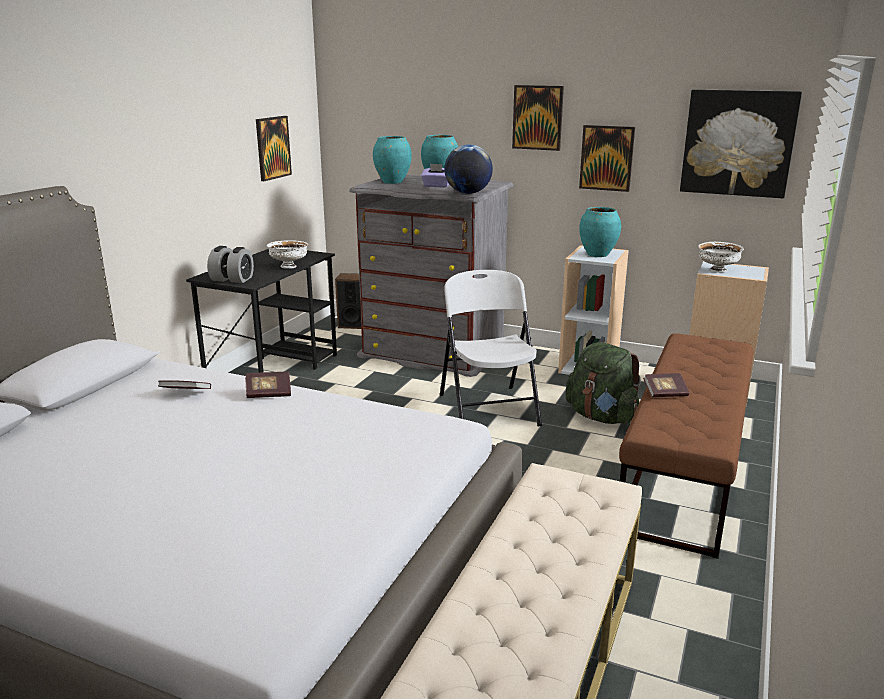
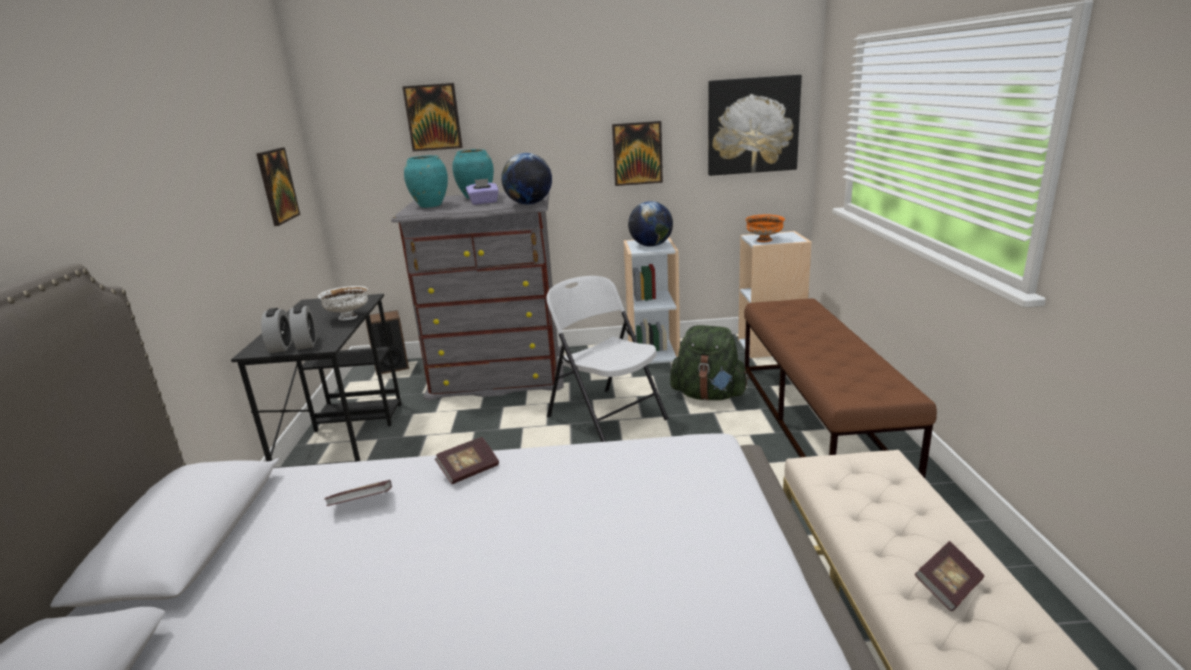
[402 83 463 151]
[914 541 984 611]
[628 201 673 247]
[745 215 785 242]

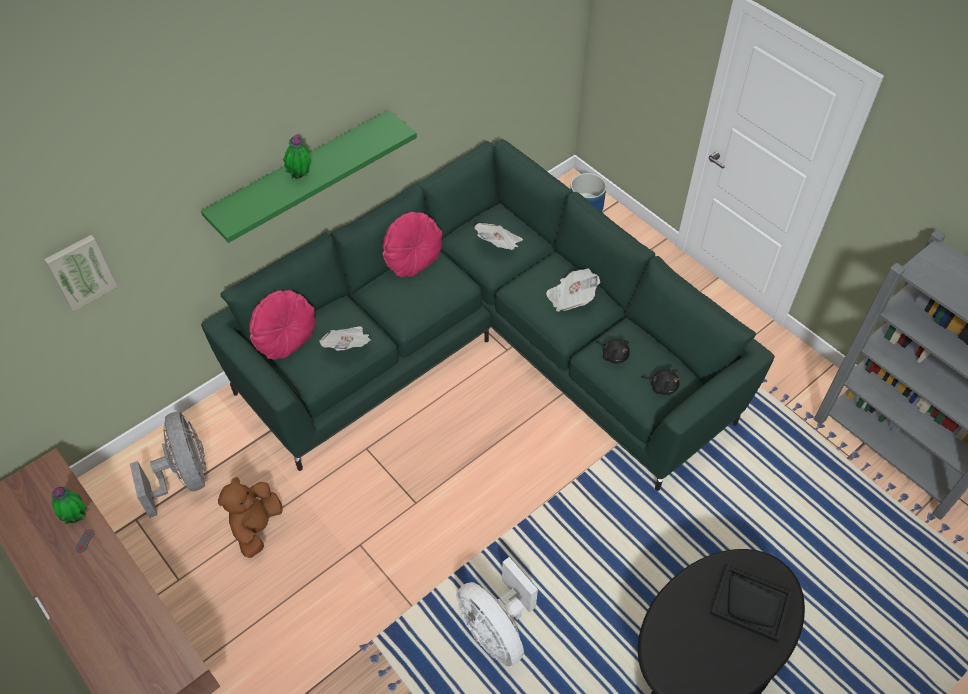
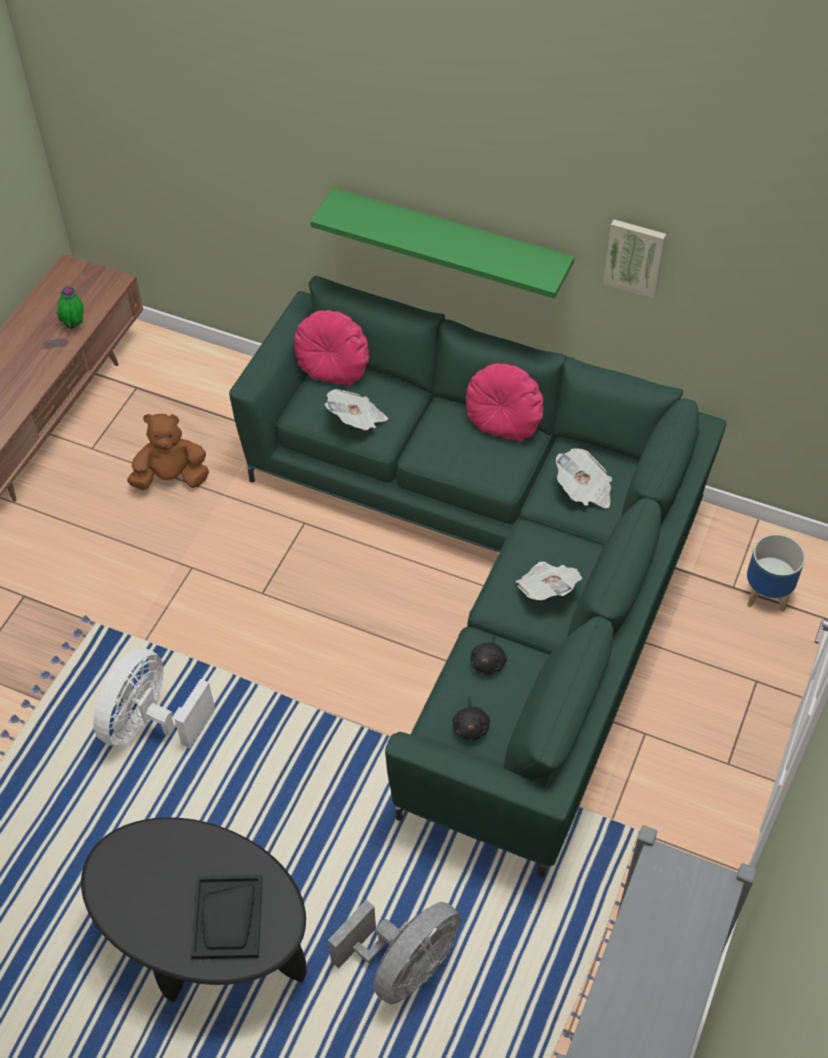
[283 135 311 179] (first image)
[603 219 666 299]
[328 900 461 1005]

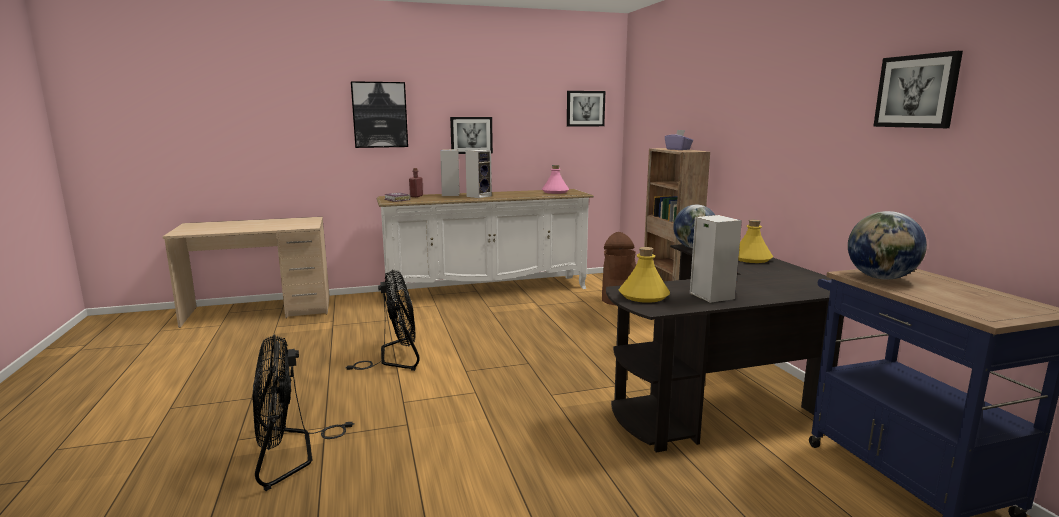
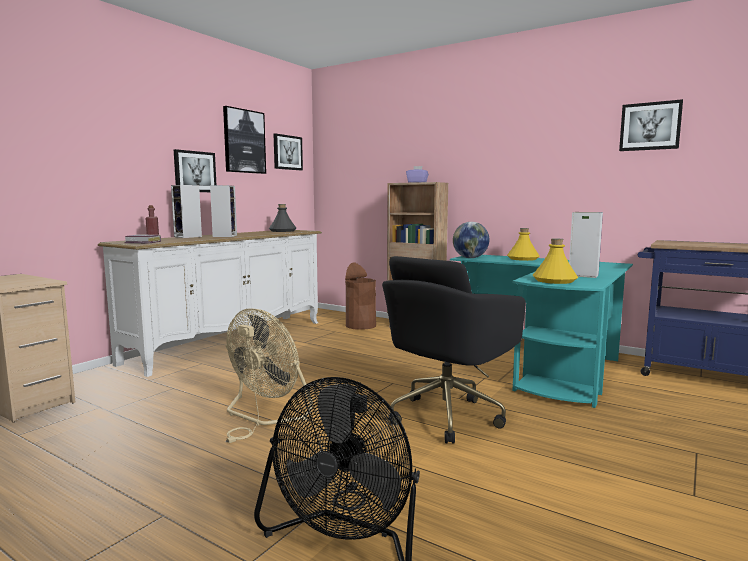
[848 211 927 280] (first image)
[382 256 526 444]
[223 106 266 174]
[225 308 313 443]
[269 204 296 232]
[450 255 633 408]

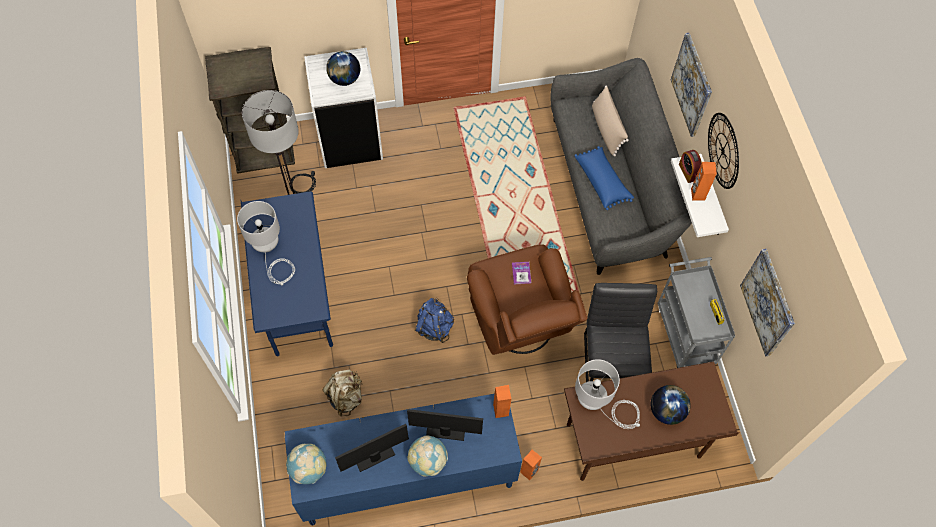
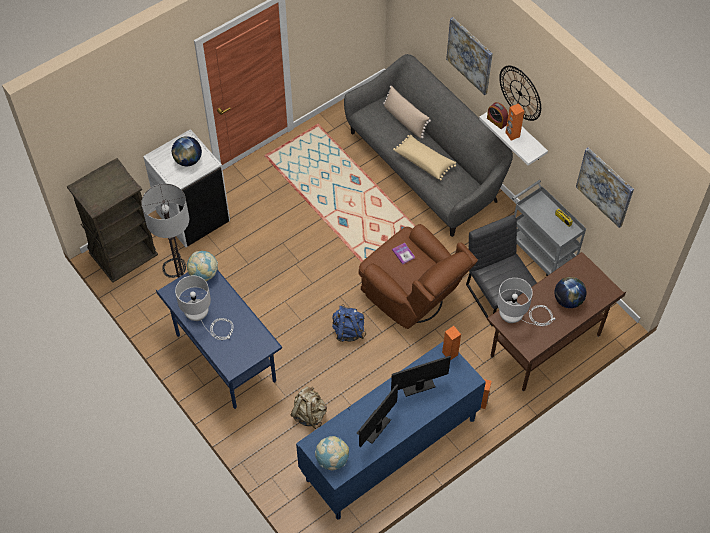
[187 251 218 281]
[393 135 456 181]

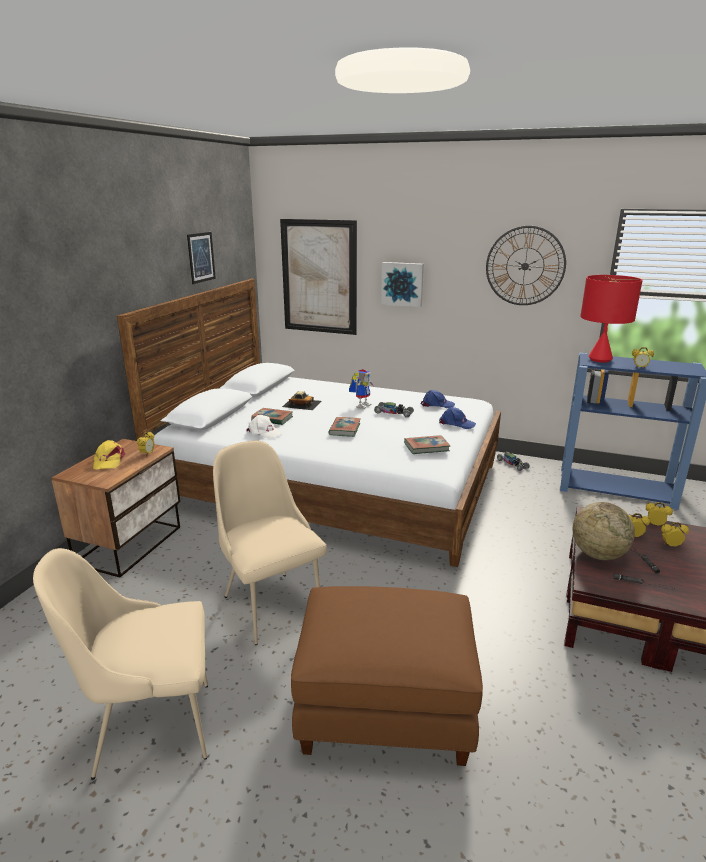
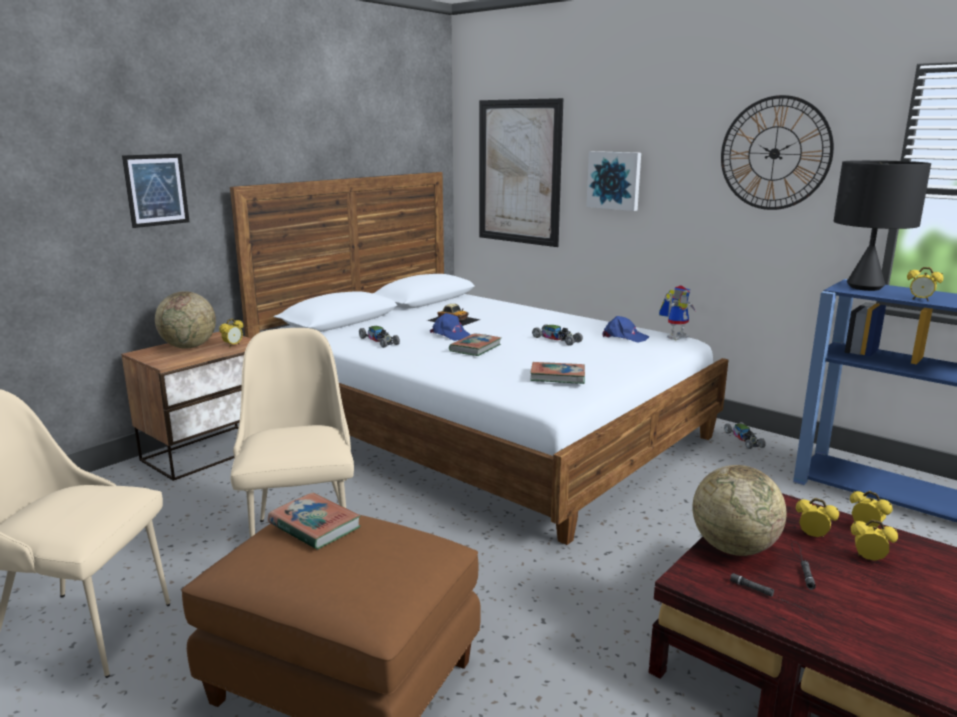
[122 154 190 228]
[268 493 361 550]
[659 285 696 340]
[430 313 471 341]
[155 291 216 349]
[359 325 400 348]
[834 160 931 291]

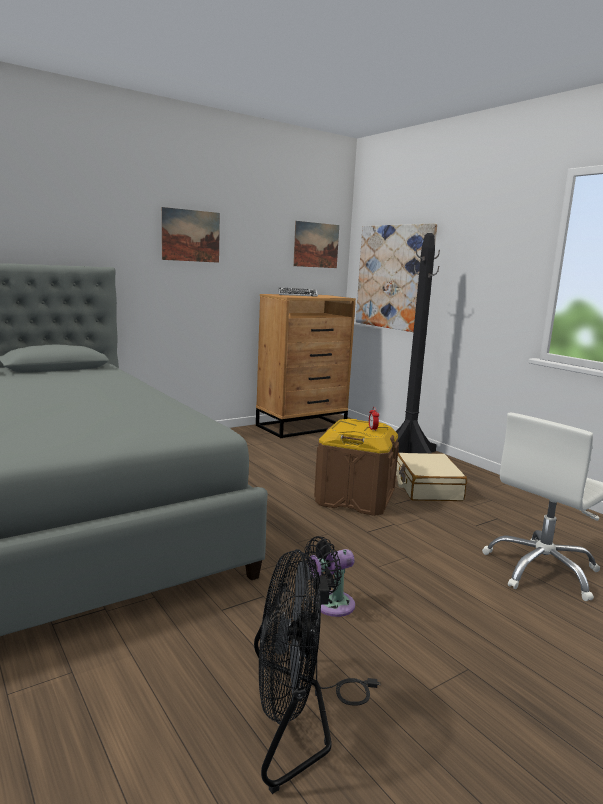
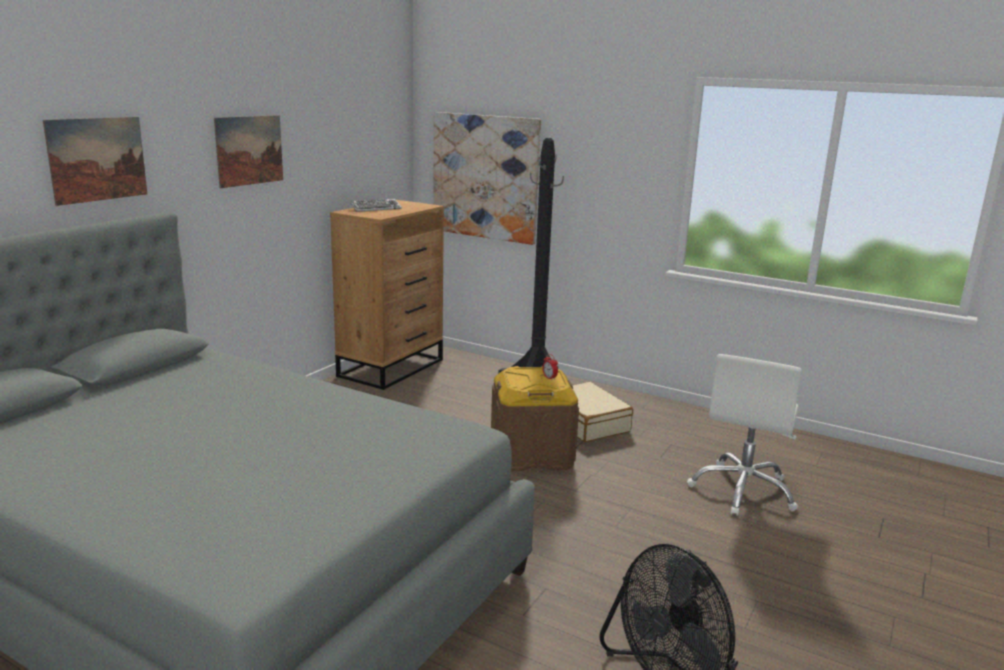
[304 536 355 617] (first image)
[43 117 147 206]

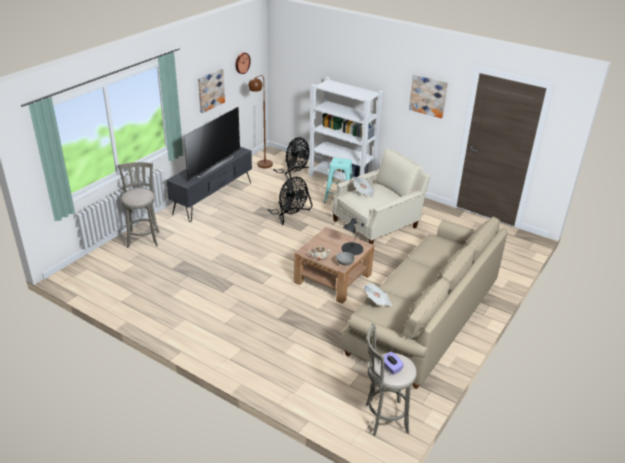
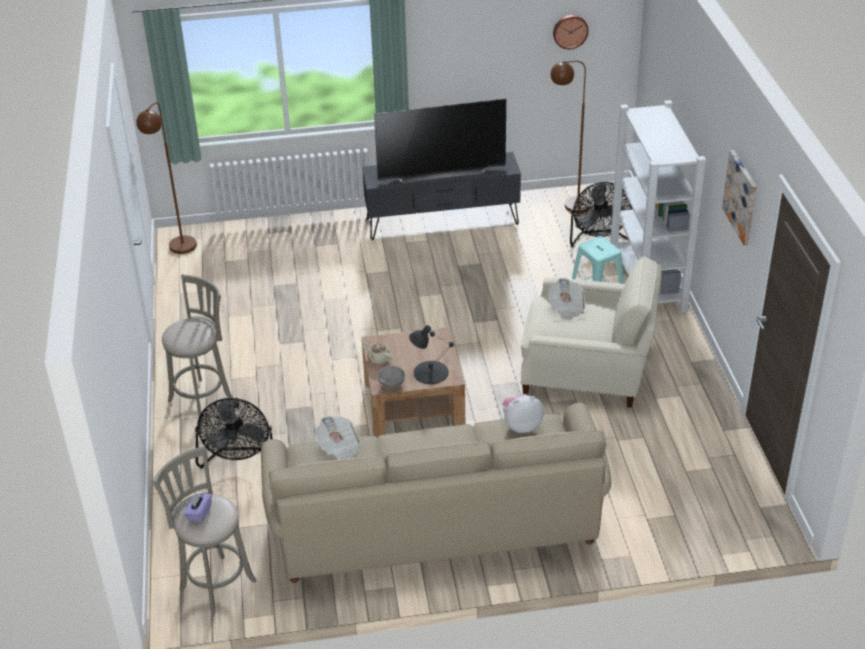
[198 69 225 113] (first image)
[136 102 197 254]
[503 394 544 433]
[162 274 233 423]
[195 397 272 469]

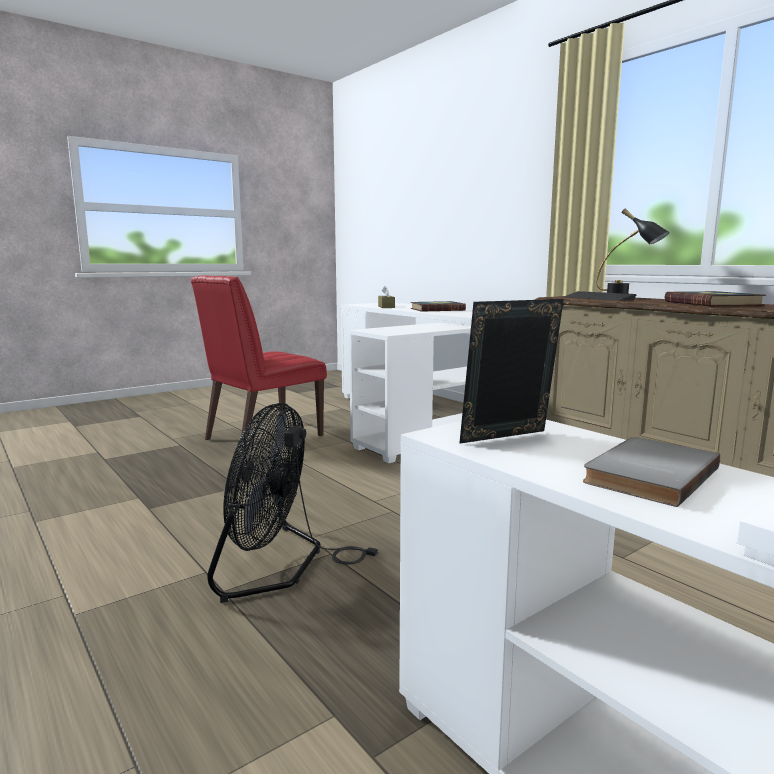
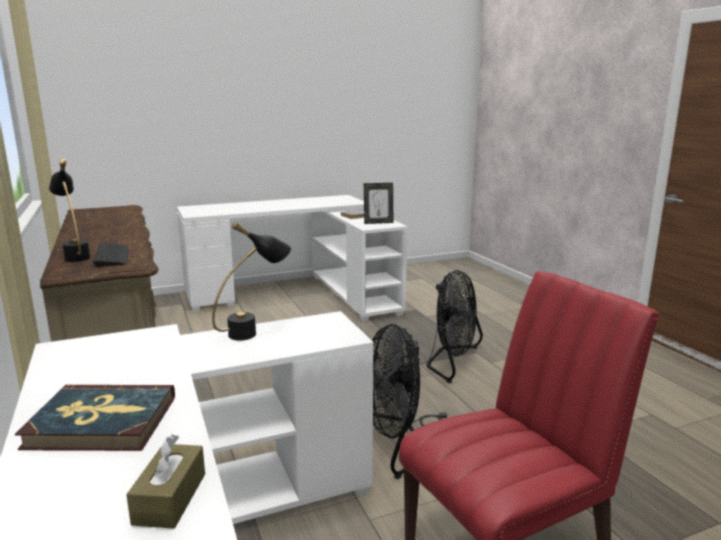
[664 291 766 306] (first image)
[212 222 291 341]
[372 324 449 480]

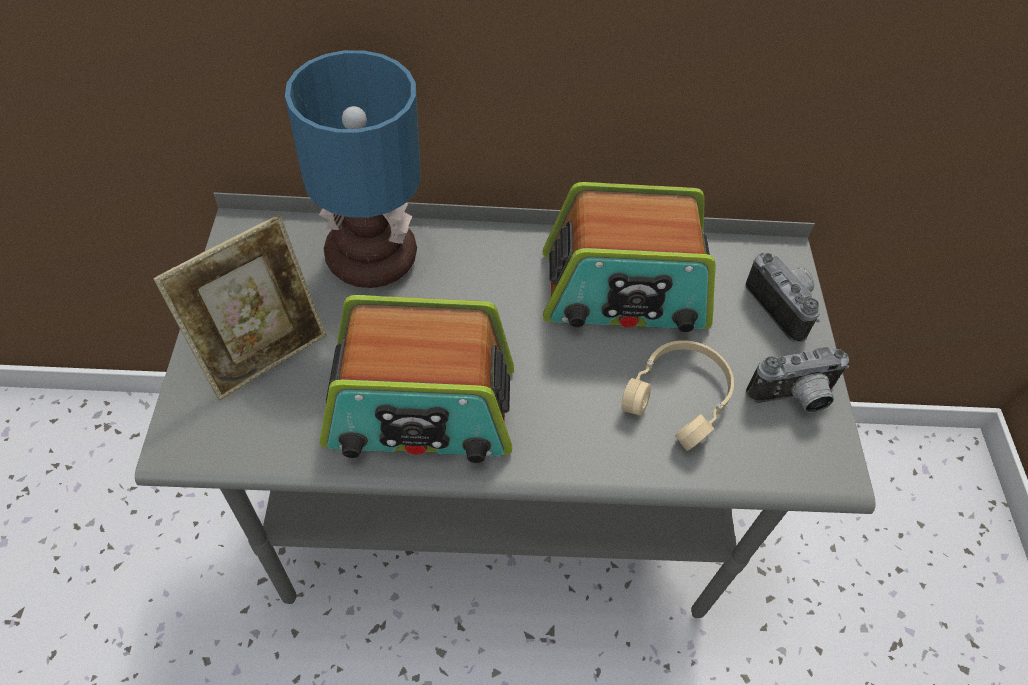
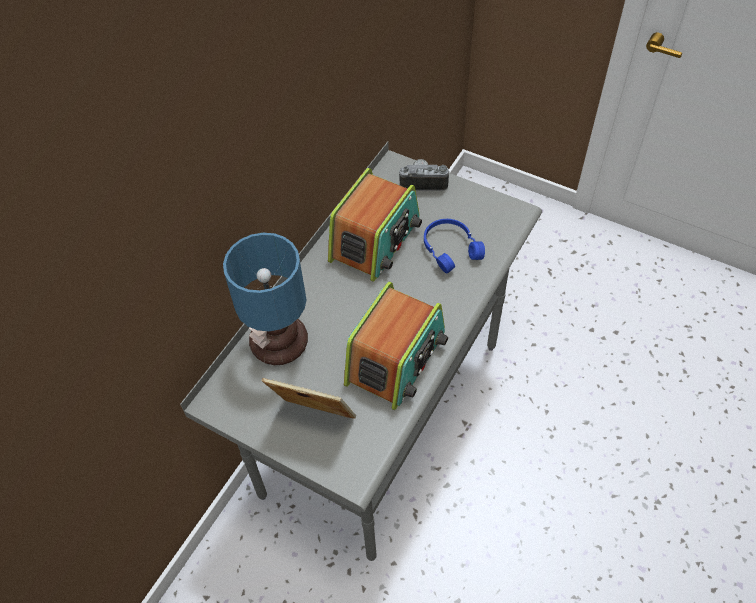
[746 347 849 413] (first image)
[424 219 485 273]
[262 378 356 419]

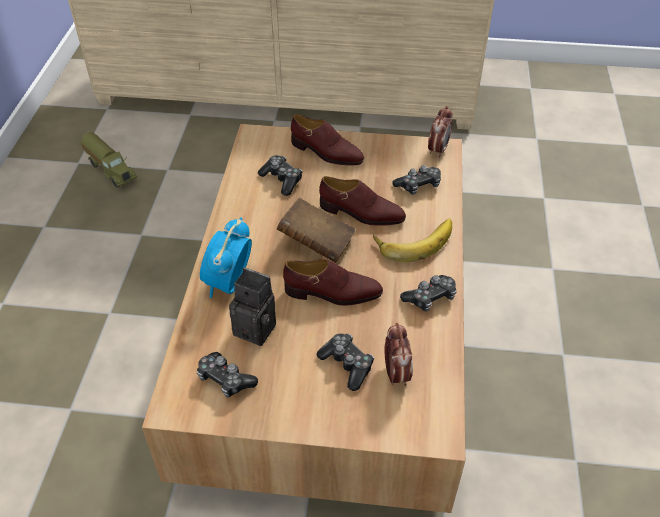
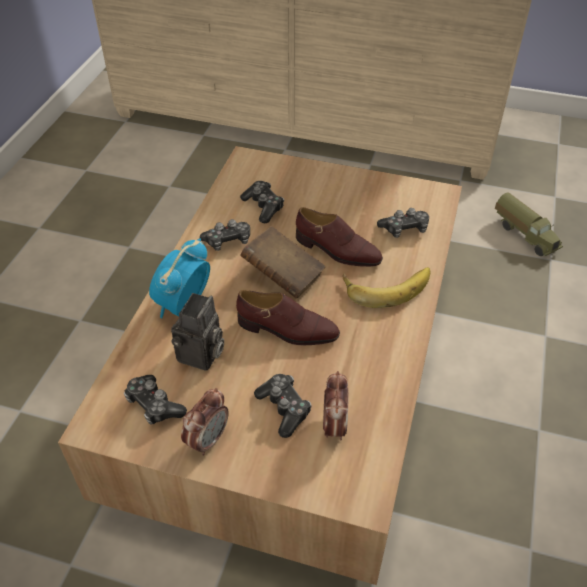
[291 114 364 166] (first image)
[495 192 563 256]
[200 219 250 251]
[181 388 229 456]
[171 293 224 371]

